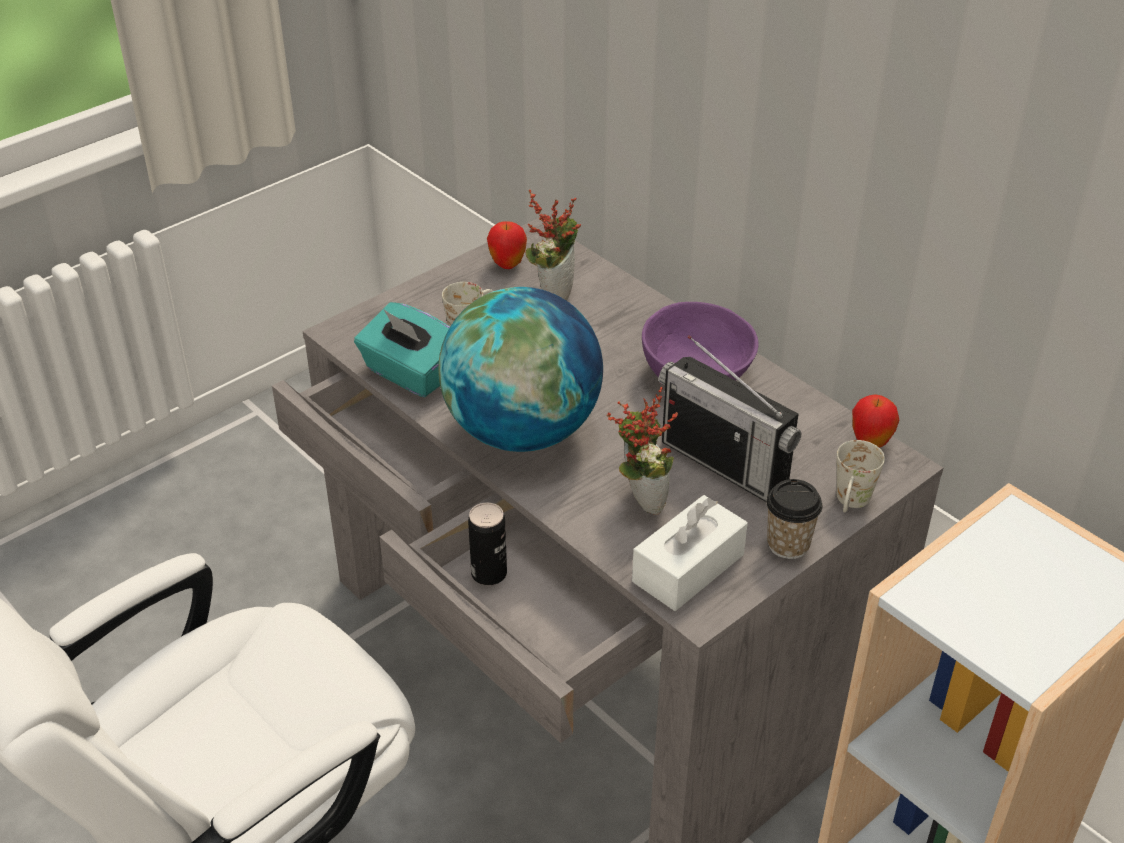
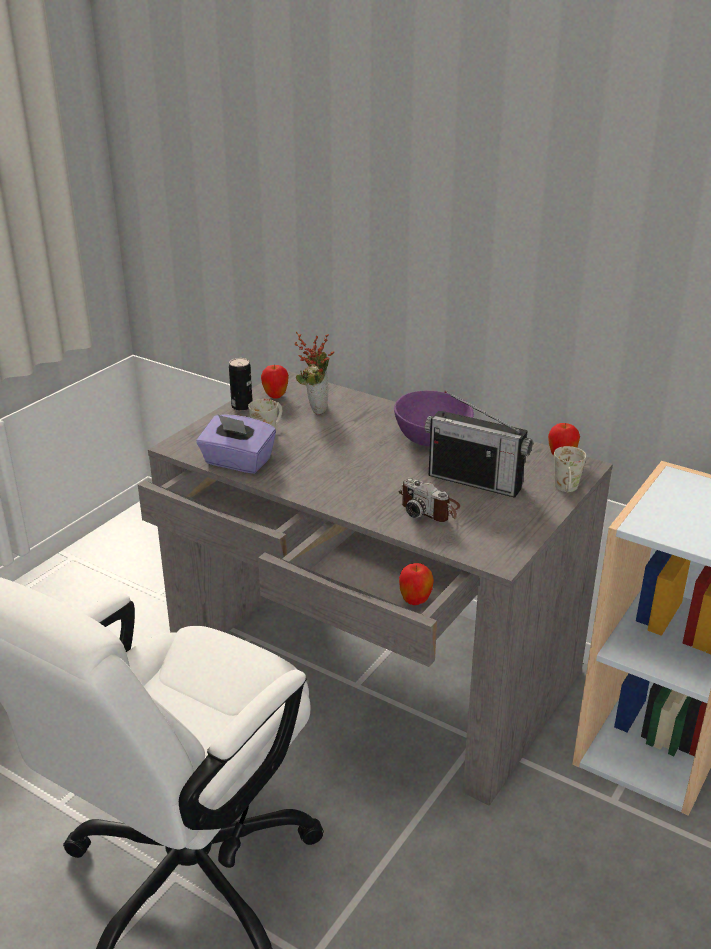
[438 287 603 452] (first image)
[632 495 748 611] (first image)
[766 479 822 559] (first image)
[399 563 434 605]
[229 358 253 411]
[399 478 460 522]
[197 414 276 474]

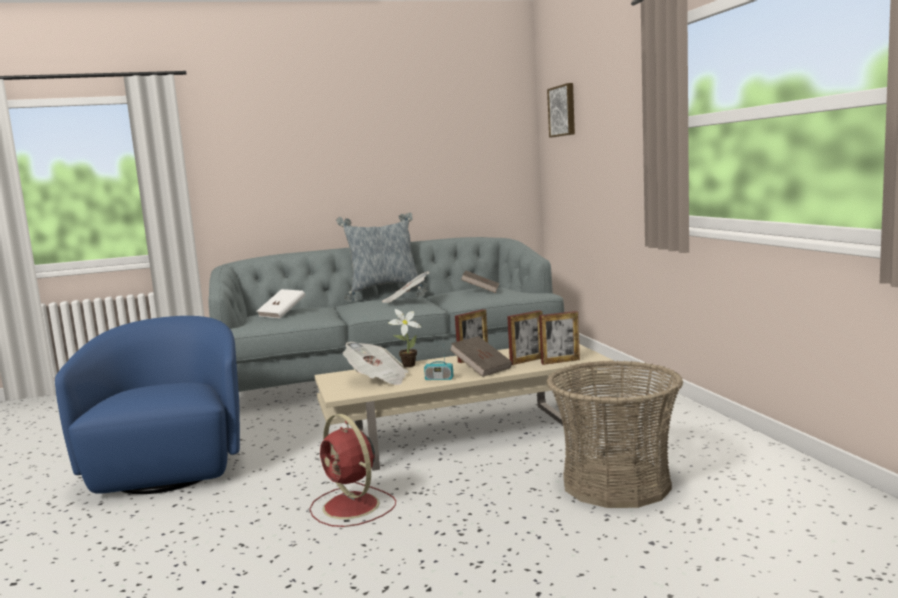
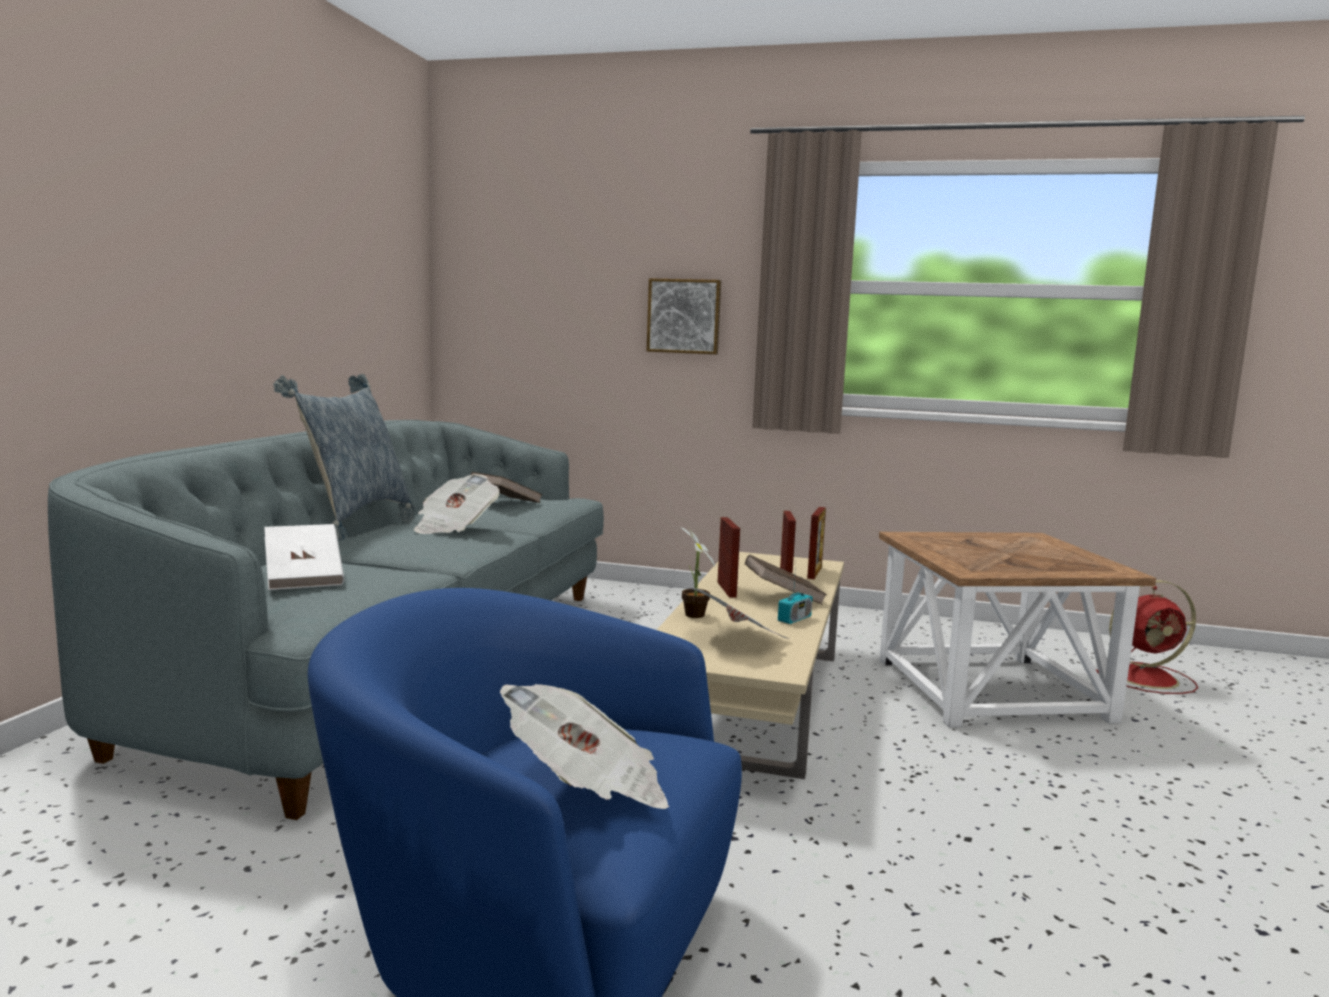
[500 684 669 809]
[1096 580 1198 694]
[647 278 721 354]
[879 532 1156 728]

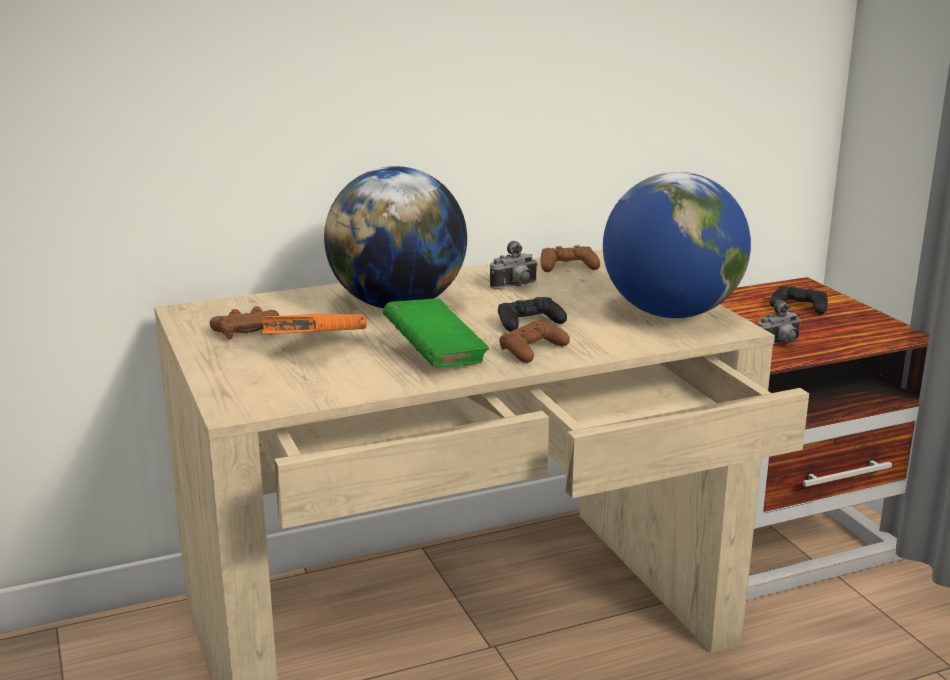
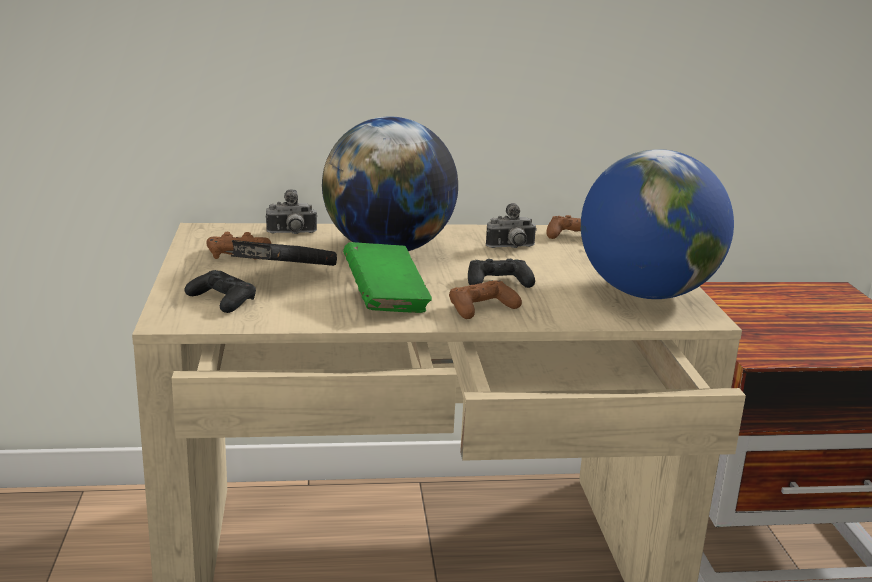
[265 189 317 234]
[184 270 256 313]
[231 240 337 266]

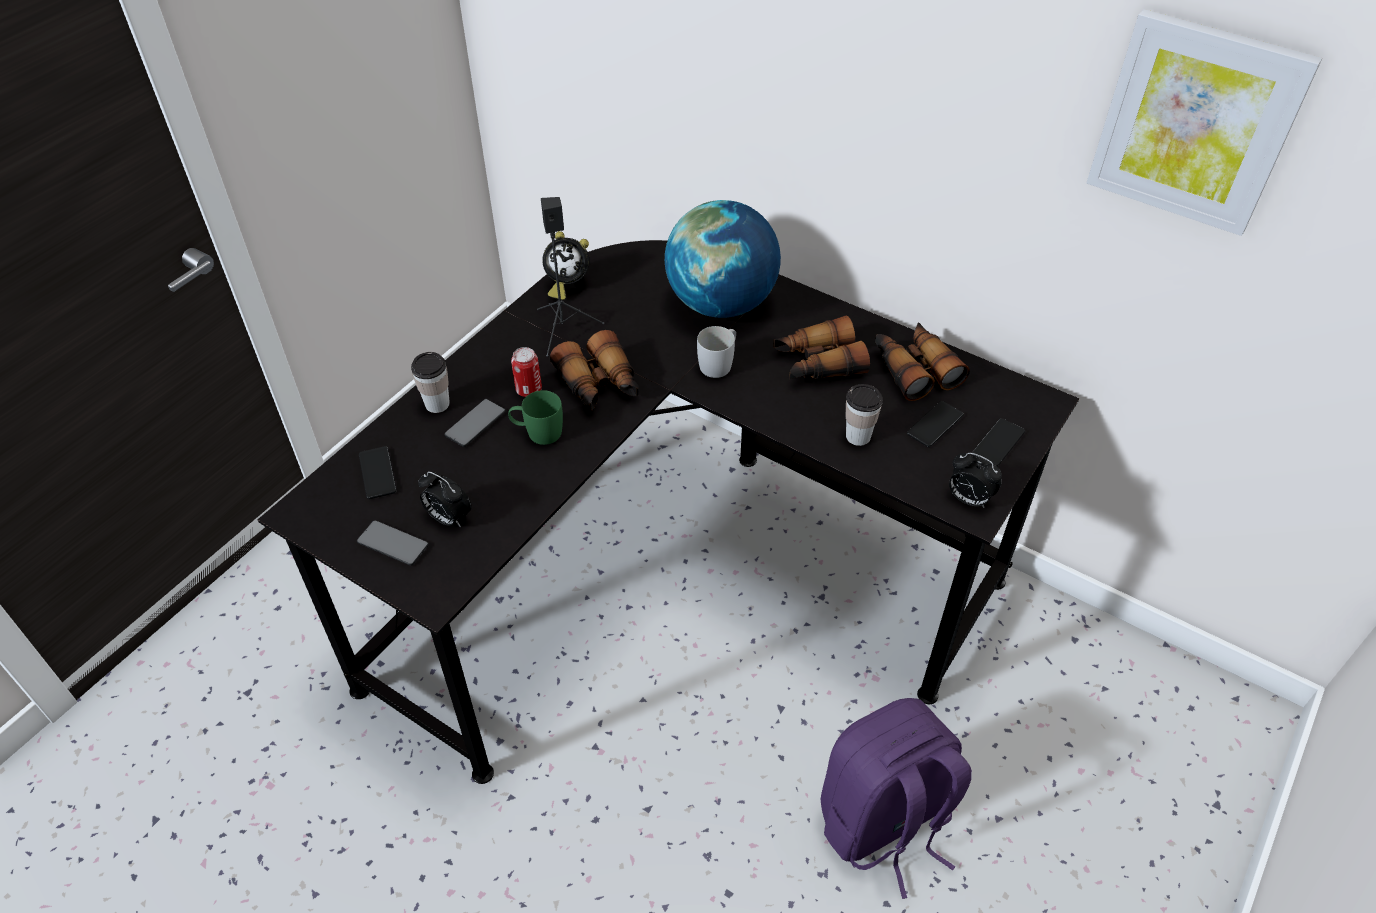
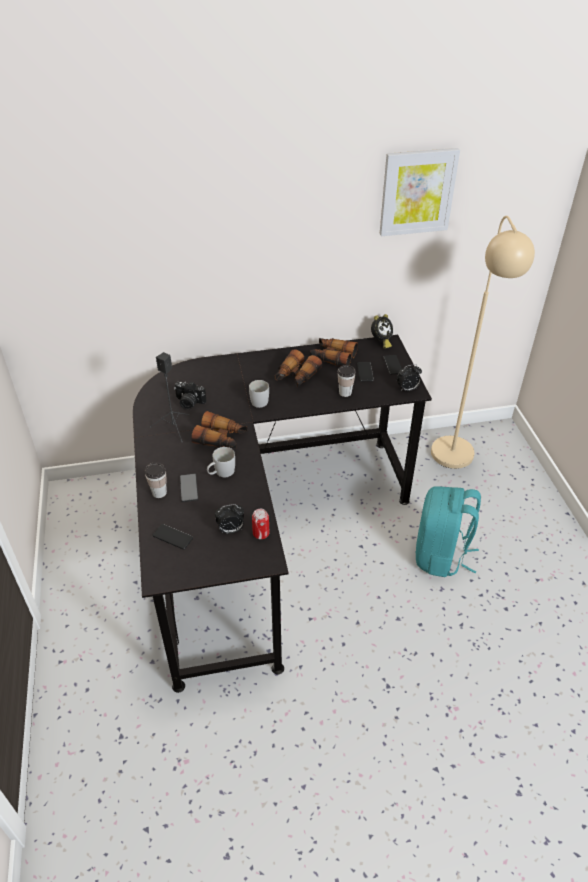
[357 520 429 566] (first image)
[665 200 781 318] (first image)
[174 381 206 410]
[431 216 535 469]
[252 509 270 539]
[371 314 393 349]
[207 447 235 477]
[415 486 481 577]

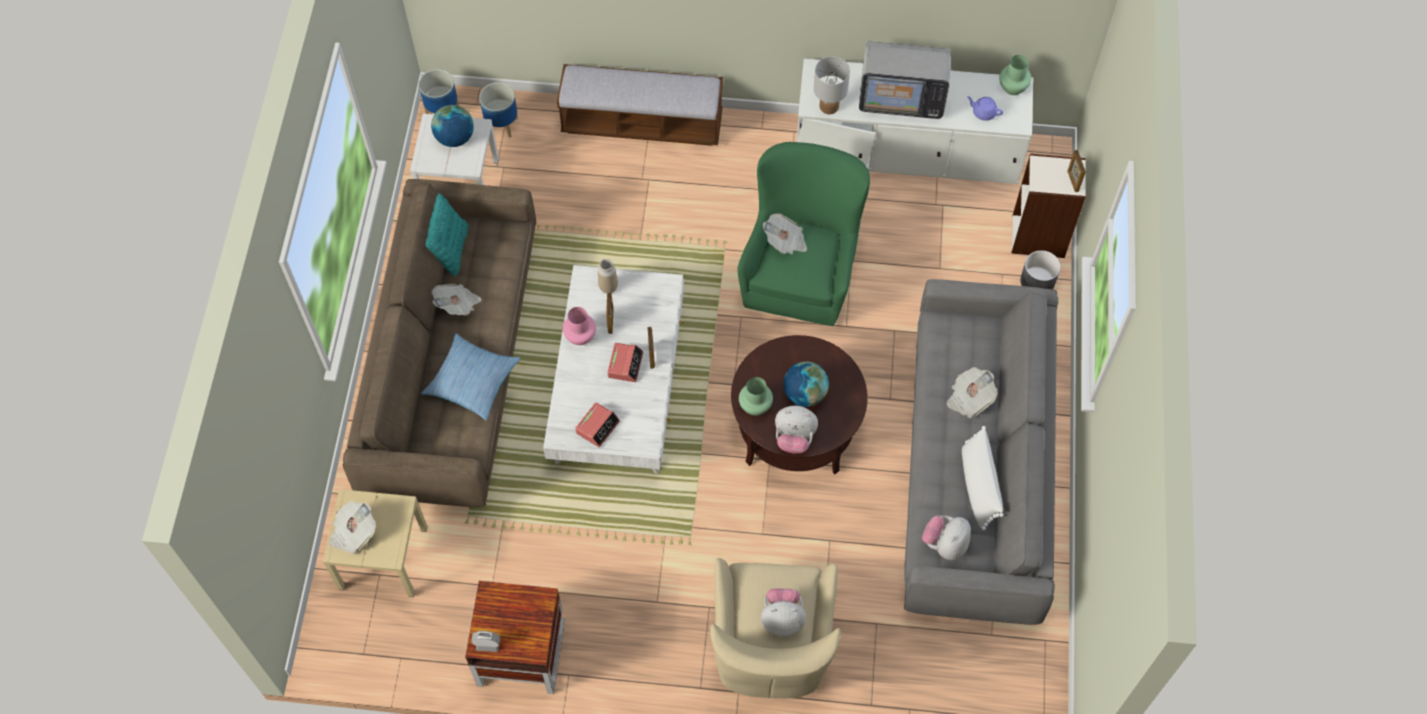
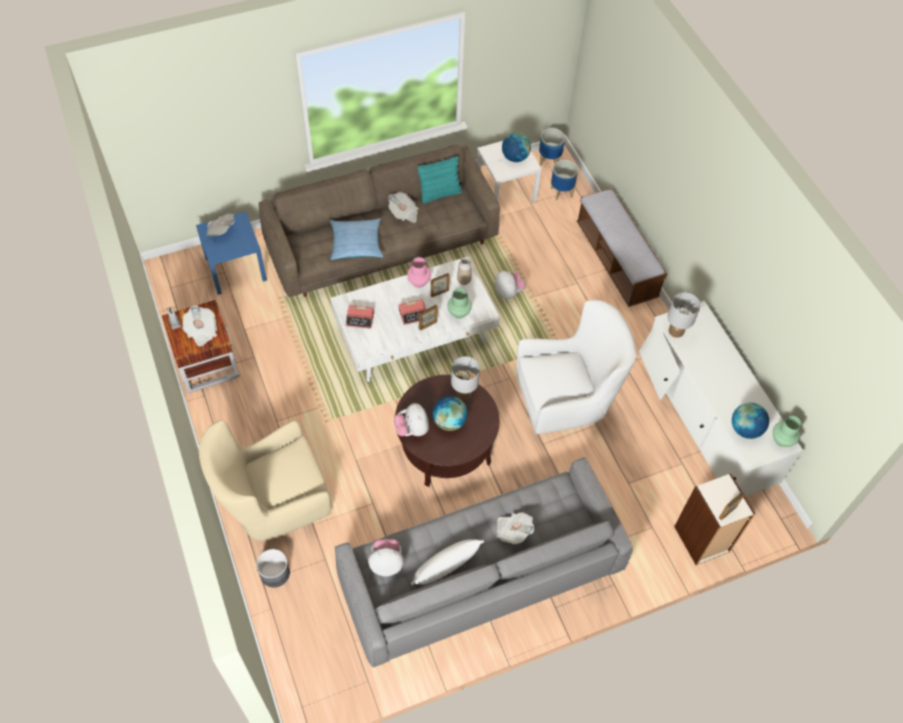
[859 41 951 119] (first image)
[451 356 480 400]
[448 288 472 319]
[495 271 526 299]
[183 305 217 347]
[256 549 290 587]
[732 403 769 439]
[196 212 267 295]
[516 300 637 434]

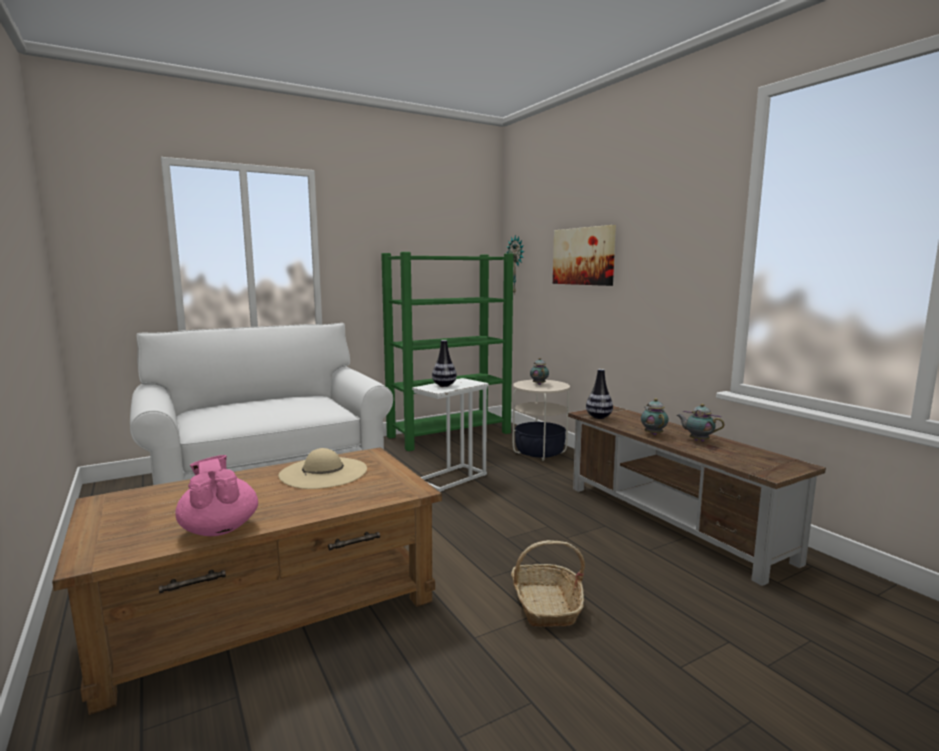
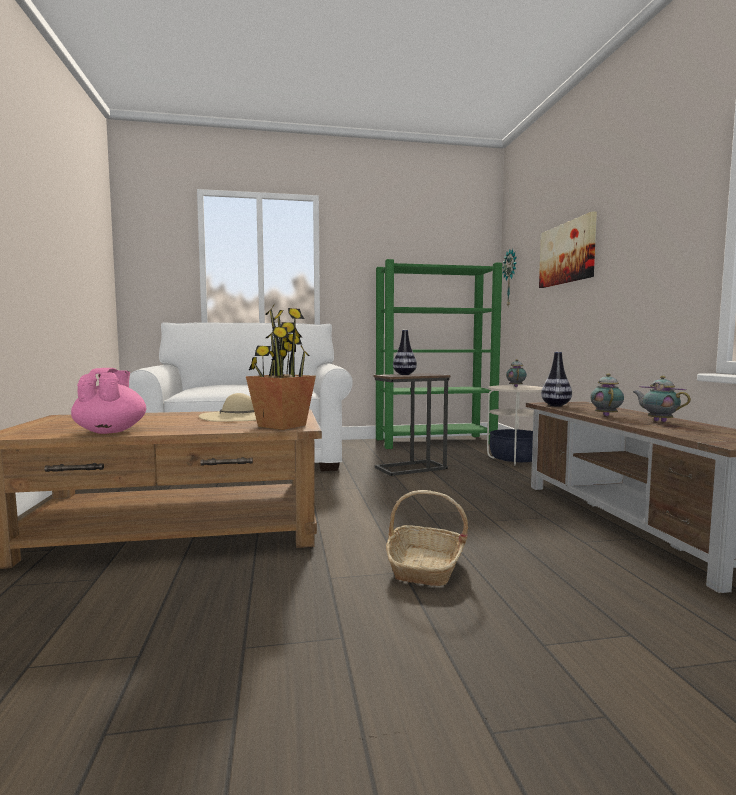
[246 304 316 430]
[373 373 451 476]

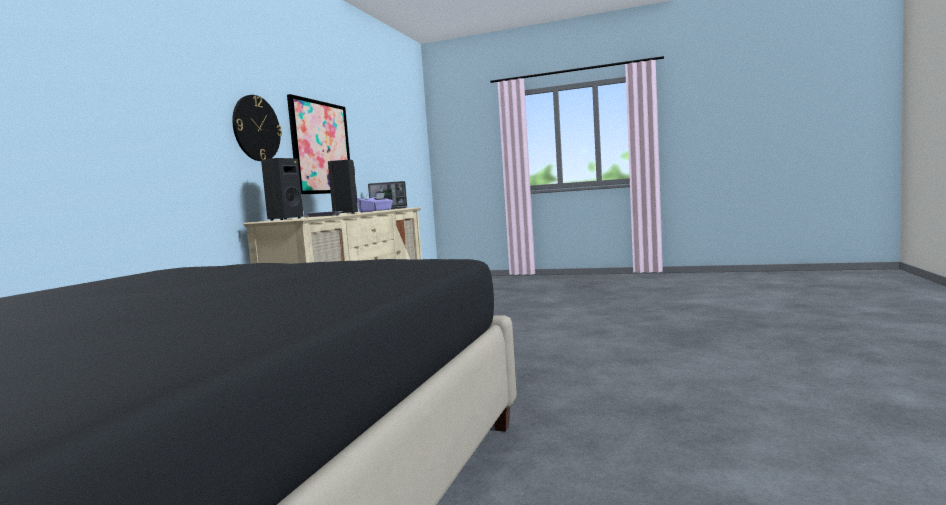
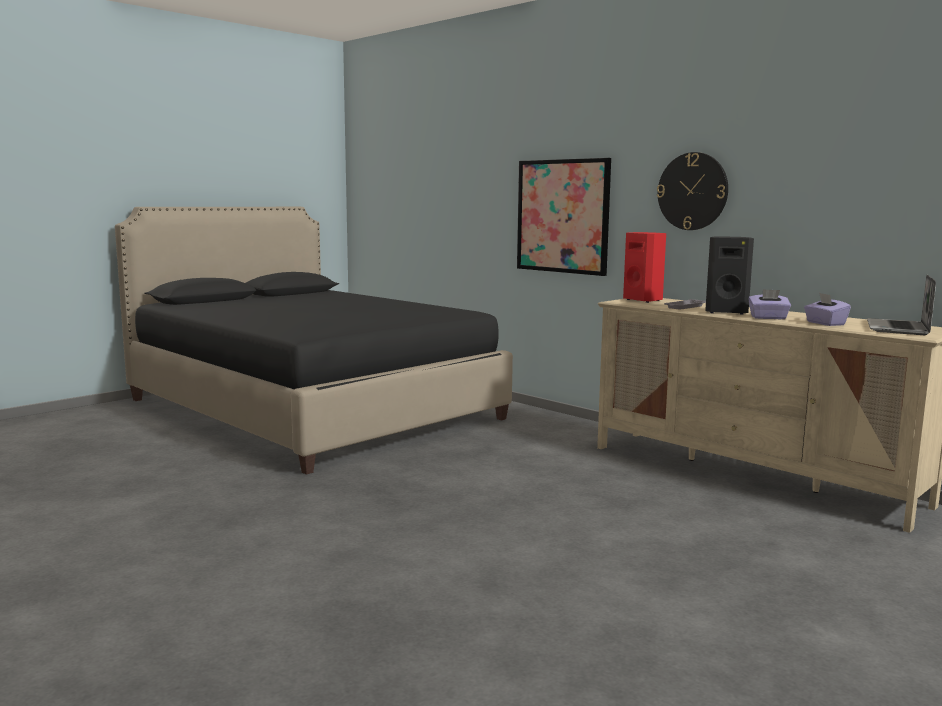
[517 158 611 276]
[623 232 666 303]

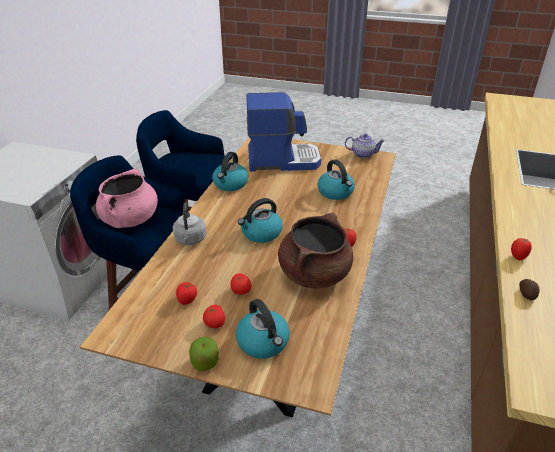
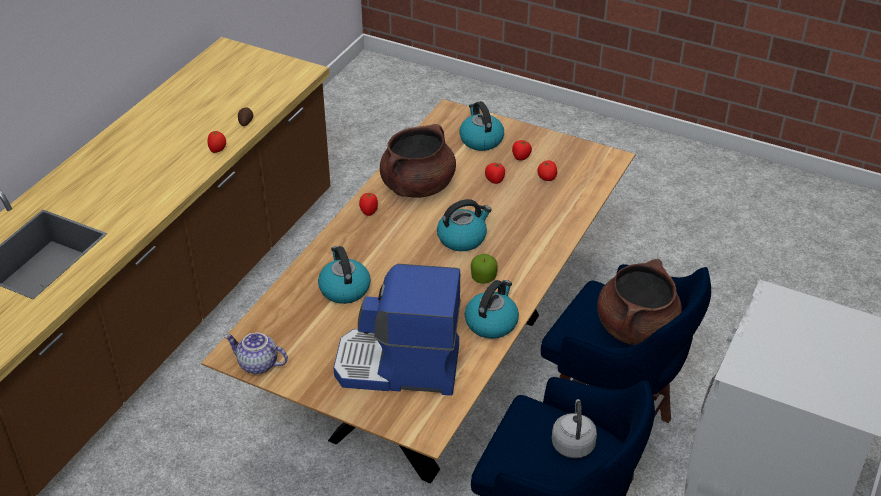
[552 399 597 458]
[471 254 498 284]
[597 259 682 345]

